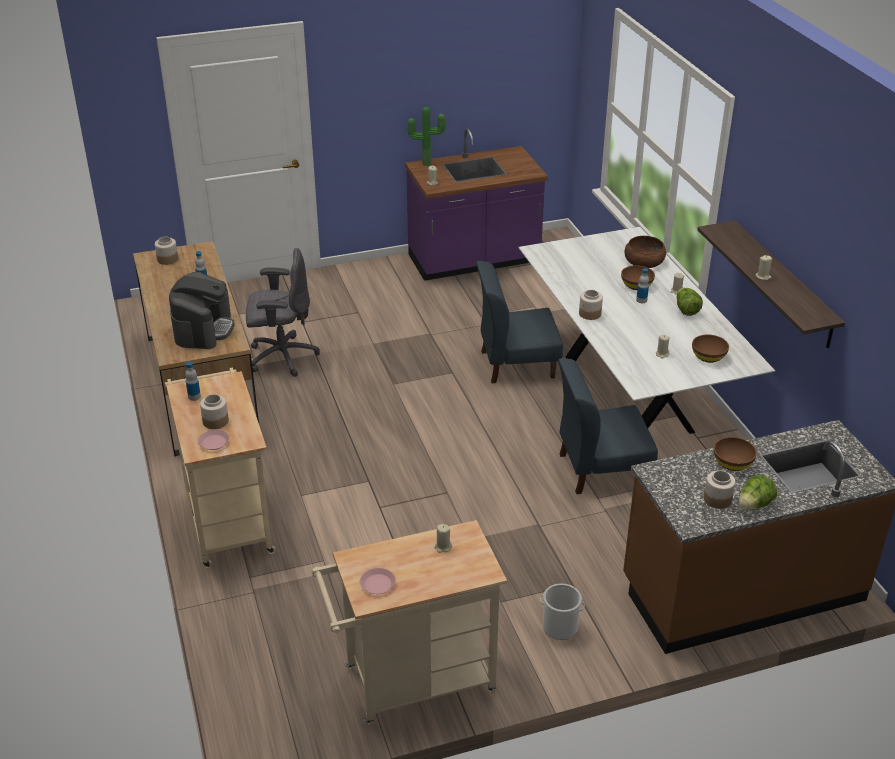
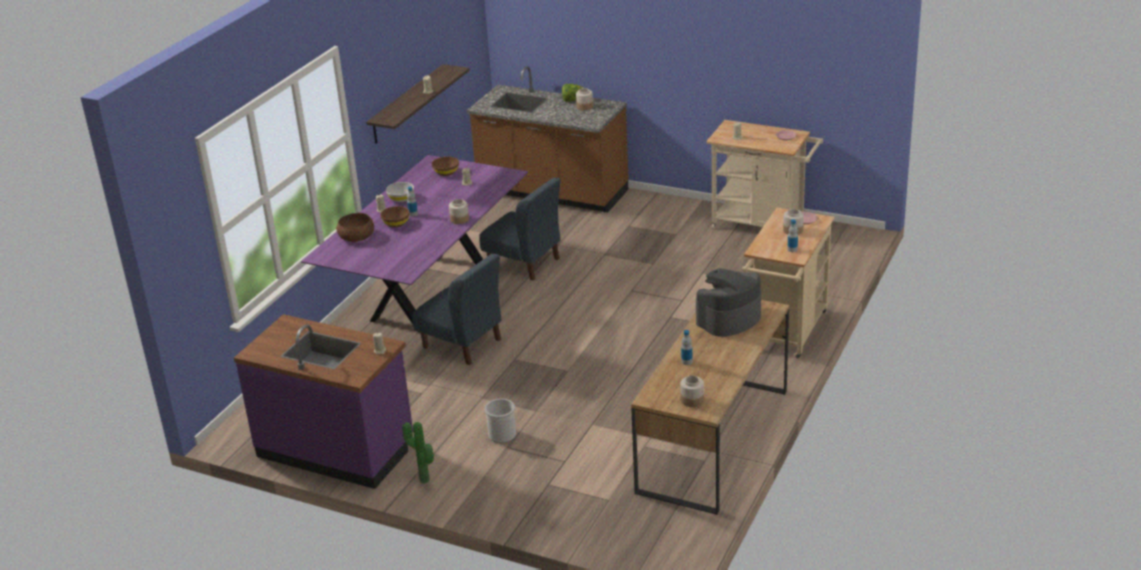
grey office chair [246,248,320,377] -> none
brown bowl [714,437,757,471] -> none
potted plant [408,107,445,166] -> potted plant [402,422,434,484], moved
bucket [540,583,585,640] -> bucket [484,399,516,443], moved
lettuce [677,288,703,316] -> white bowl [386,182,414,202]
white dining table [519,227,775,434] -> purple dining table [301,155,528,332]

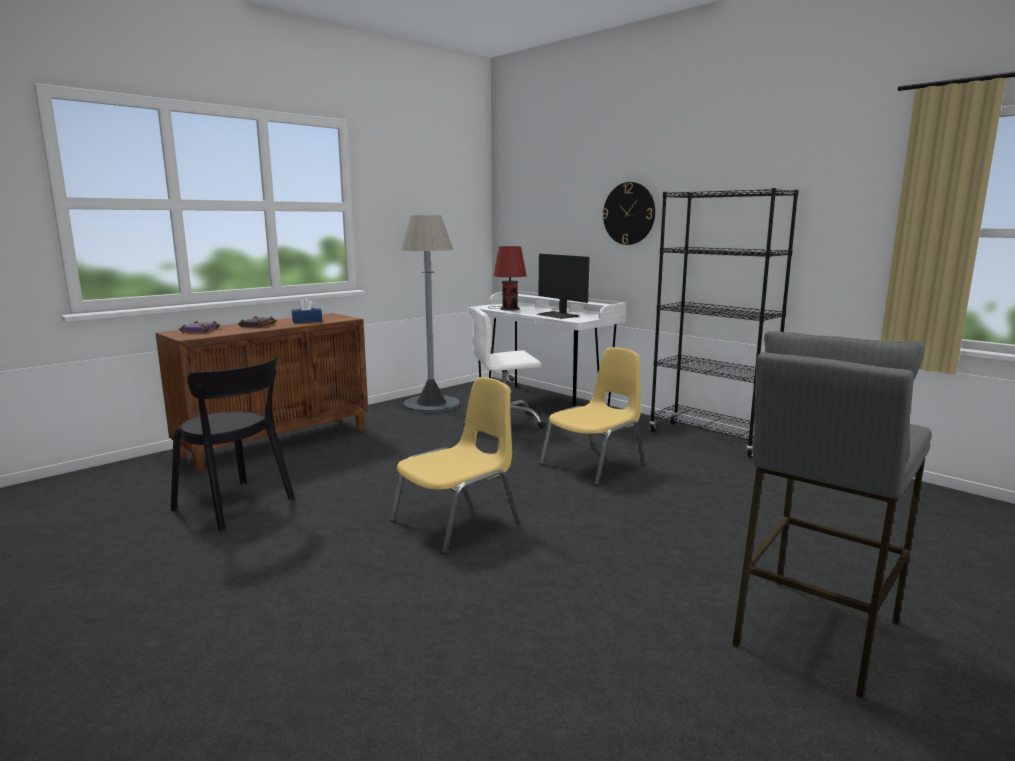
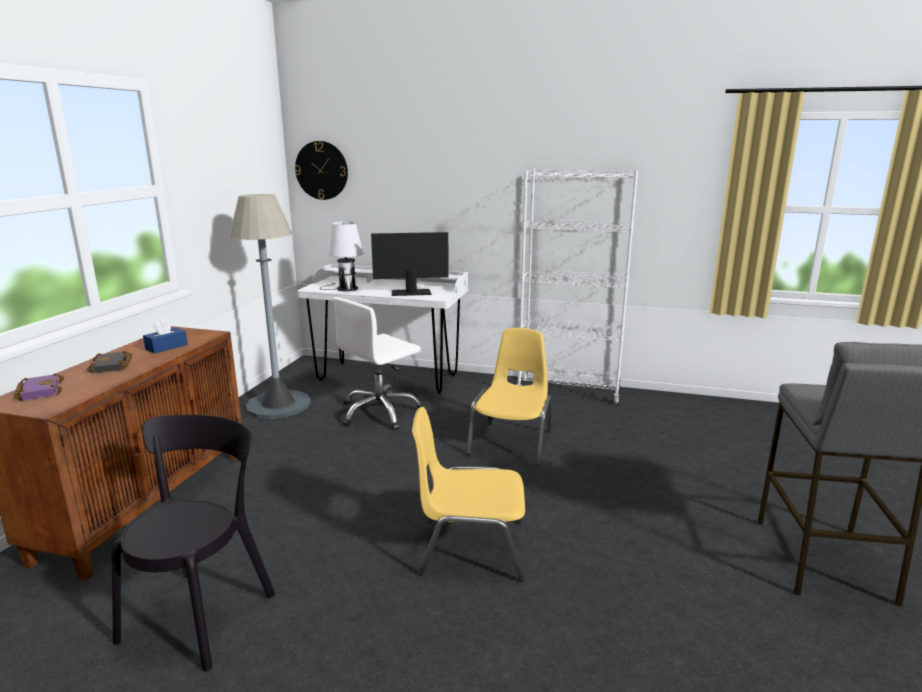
wall clock [602,182,655,245] -> wall clock [295,141,348,200], moved
red table lamp [488,246,527,311] -> white table lamp [320,221,364,291]
black bookcase [649,188,799,458] -> white bookcase [517,169,638,404]
black chair [171,355,295,531] -> black chair [111,415,275,671], 75 degrees counterclockwise
yellow chair [390,377,519,554] -> yellow chair [412,407,525,582], 105 degrees counterclockwise
monitor [536,254,590,319] -> monitor [371,232,449,296], 150 degrees clockwise

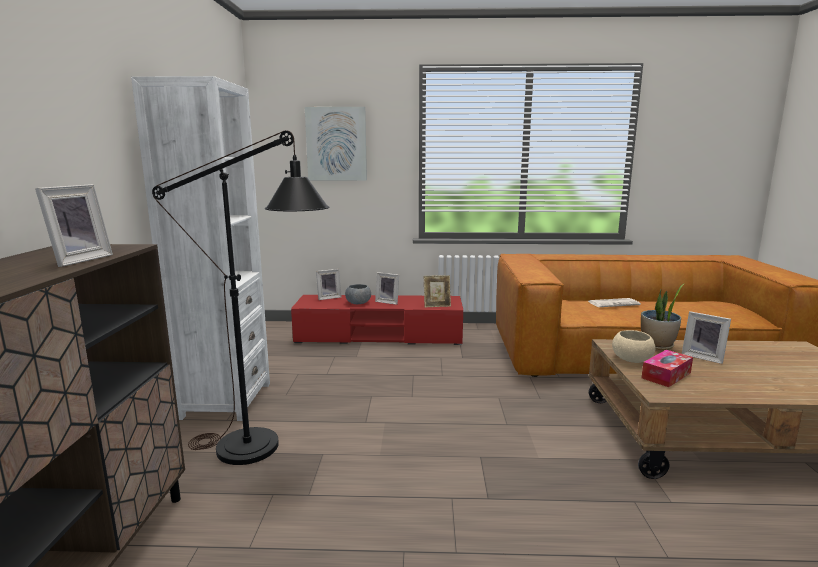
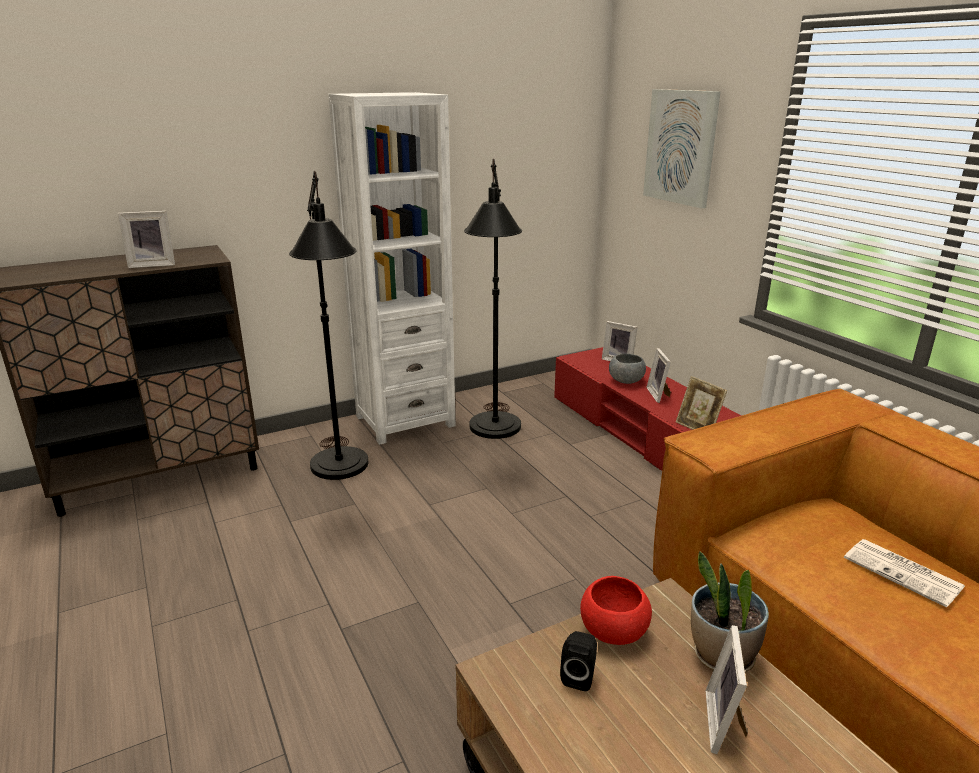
none -> black floor lamp [464,158,522,439]
tissue box [642,350,693,387] -> black speaker [560,631,597,691]
beige bowl [612,330,655,363] -> red bowl [580,576,652,645]

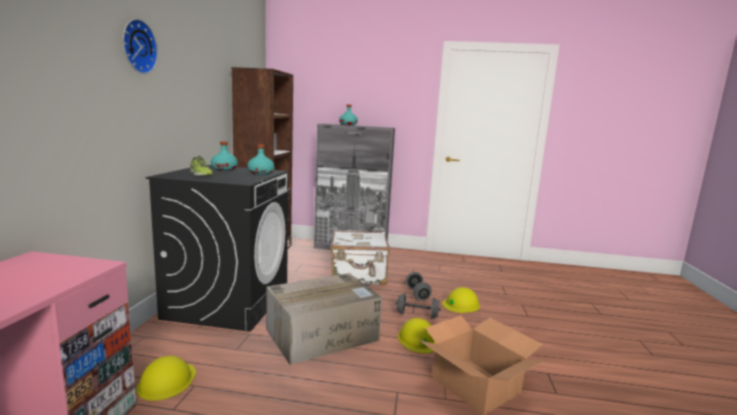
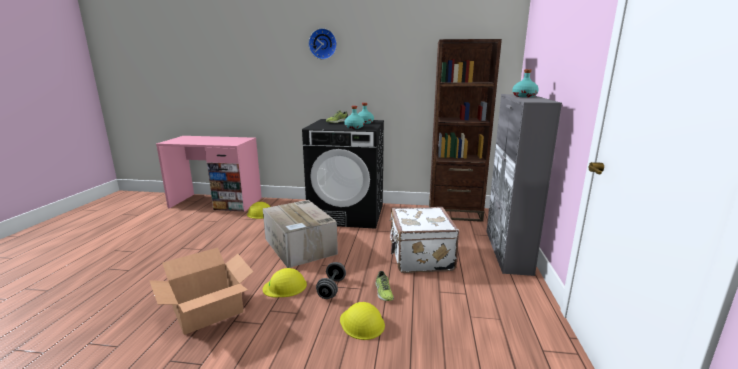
grey dumbbell [406,272,432,301] -> shoe [375,271,394,301]

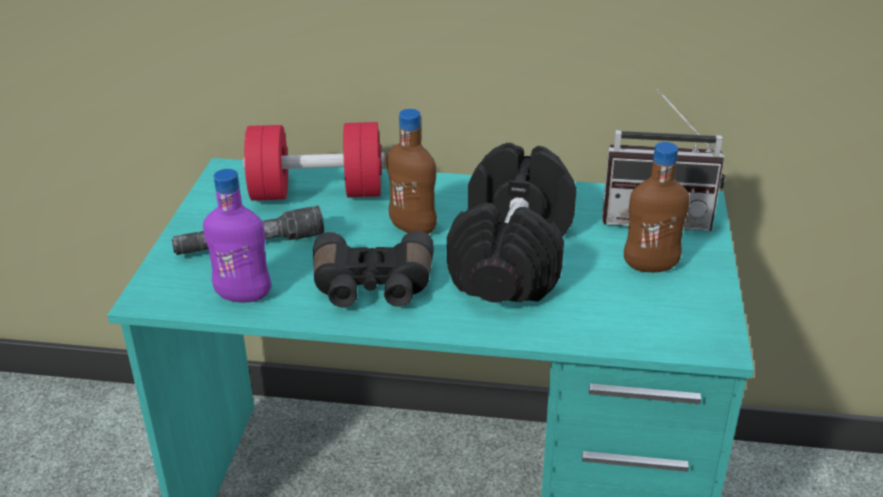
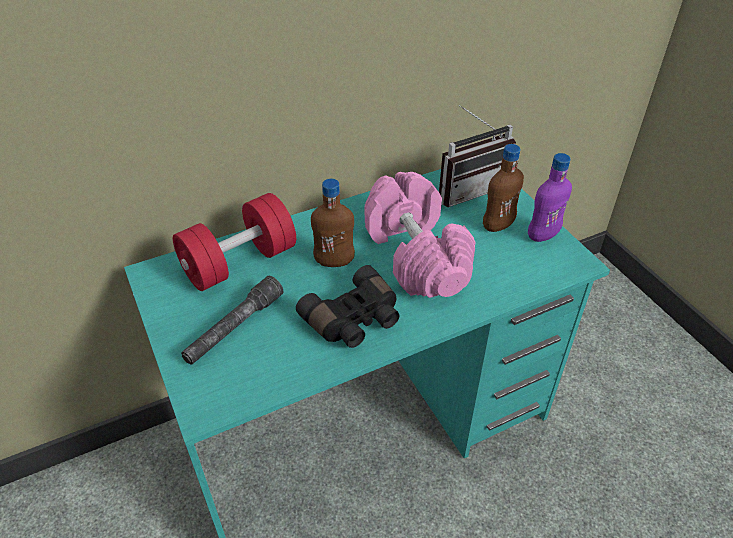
purple bottle [203,169,271,302] -> purple bottle [528,153,572,242], moved
black dumbbell [447,143,577,302] -> pink dumbbell [365,172,475,298]

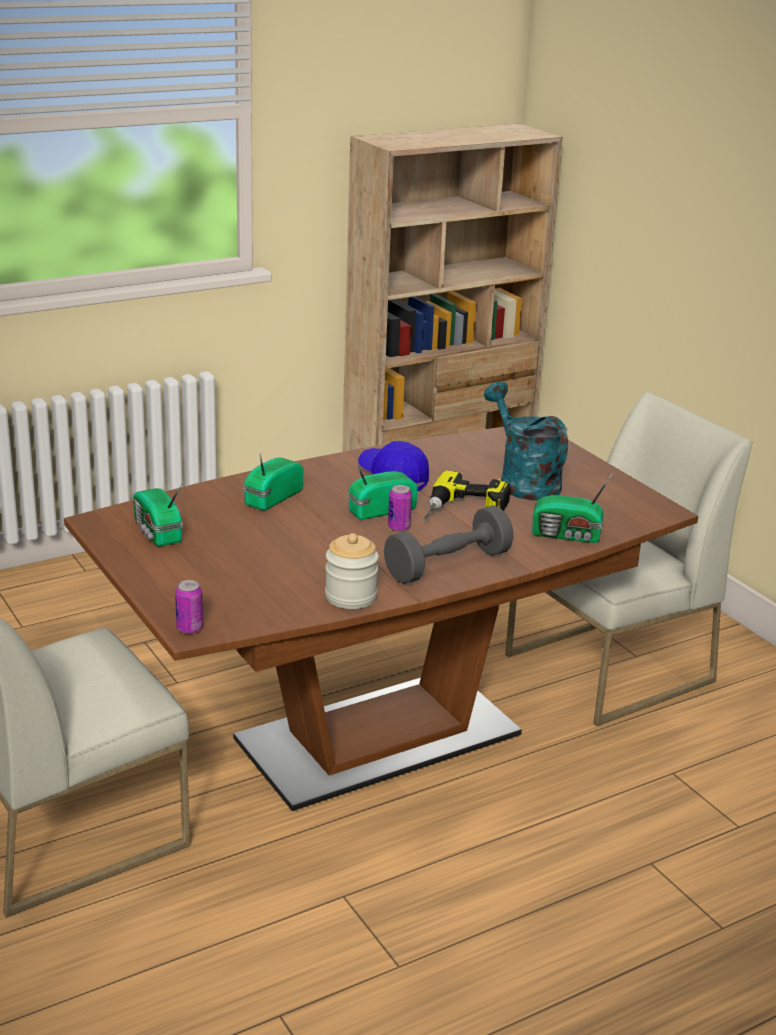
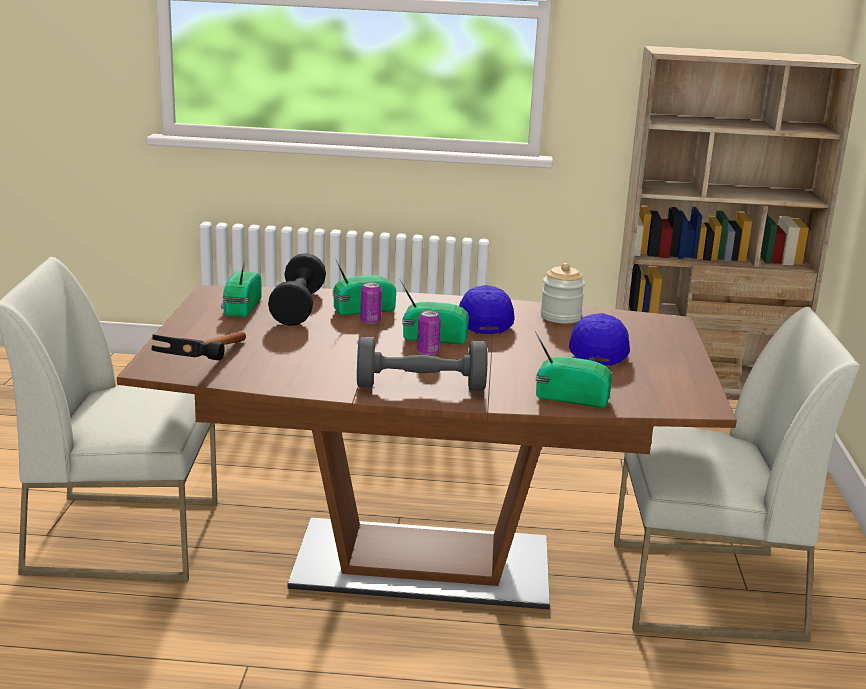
power drill [424,470,510,520] -> none
none -> hammer [152,331,246,360]
none -> black dumbbell [268,253,326,326]
can [175,580,203,634] -> can [360,282,382,324], moved
jar [325,533,379,609] -> jar [541,263,585,324], moved
turquoise watering can [484,382,568,501] -> blue cap [569,313,630,366]
radio [532,473,613,543] -> radio [535,331,612,408], 150 degrees clockwise

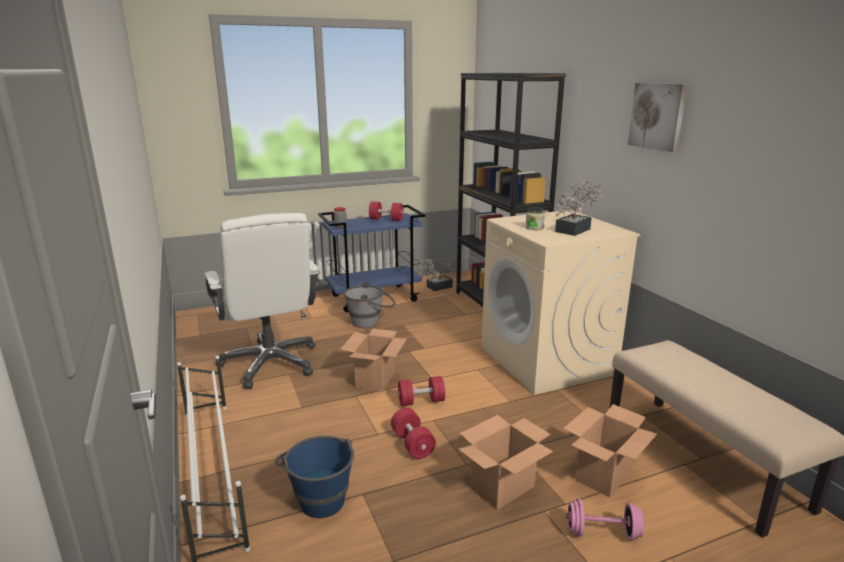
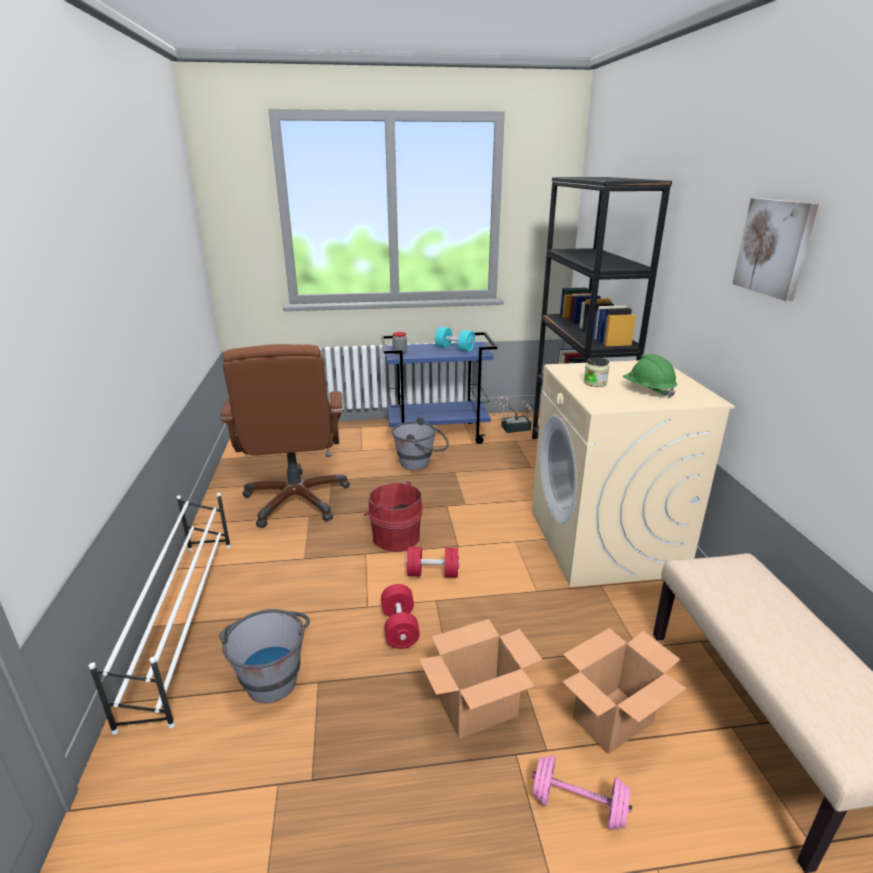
cardboard box [340,329,407,392] -> red bucket [364,481,423,552]
potted plant [555,181,602,236] -> green hard hat [623,354,677,398]
white office chair [204,213,320,389] -> brown office chair [220,344,350,528]
blue bucket [275,436,354,518] -> grey bucket [219,609,310,704]
red dumbbell [369,201,403,221] -> turquoise dumbbell [435,327,475,352]

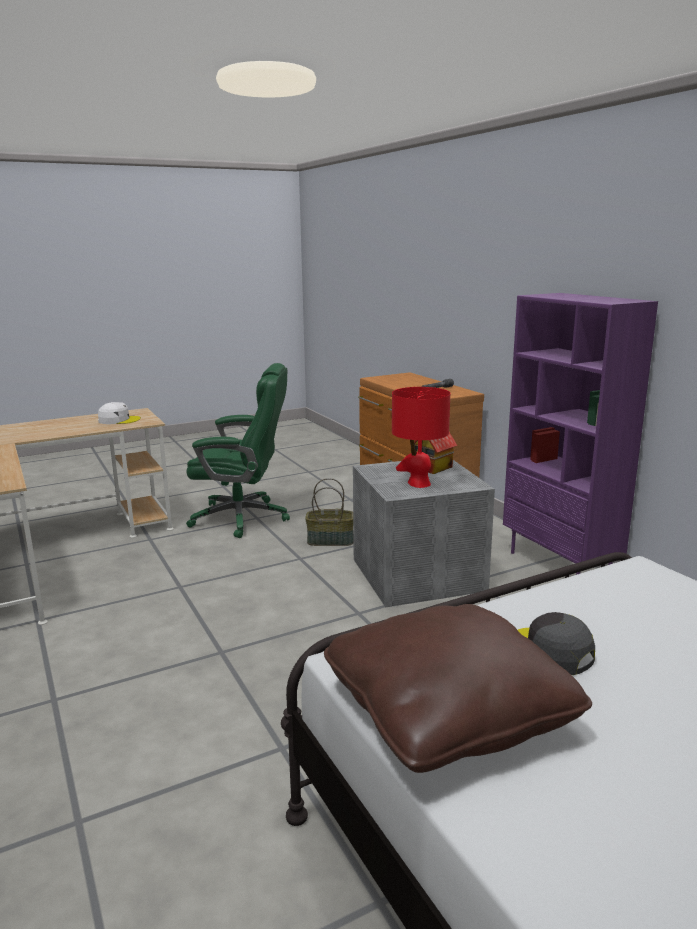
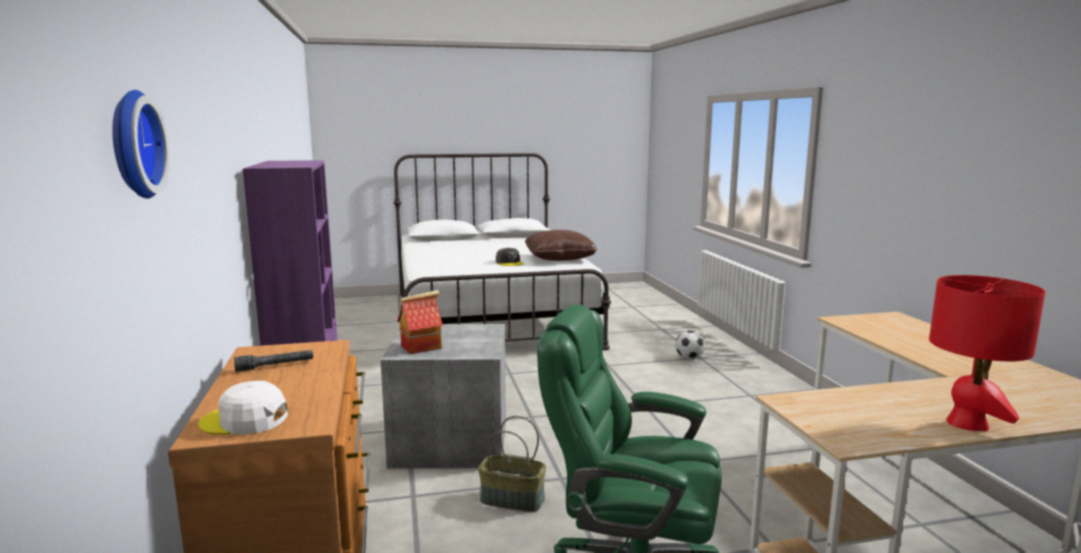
none -> wall clock [112,90,169,199]
none -> football [675,330,705,359]
white cap [98,402,141,424] -> white cap [198,381,288,434], moved
red table lamp [392,387,450,488] -> red table lamp [929,275,1045,431], moved

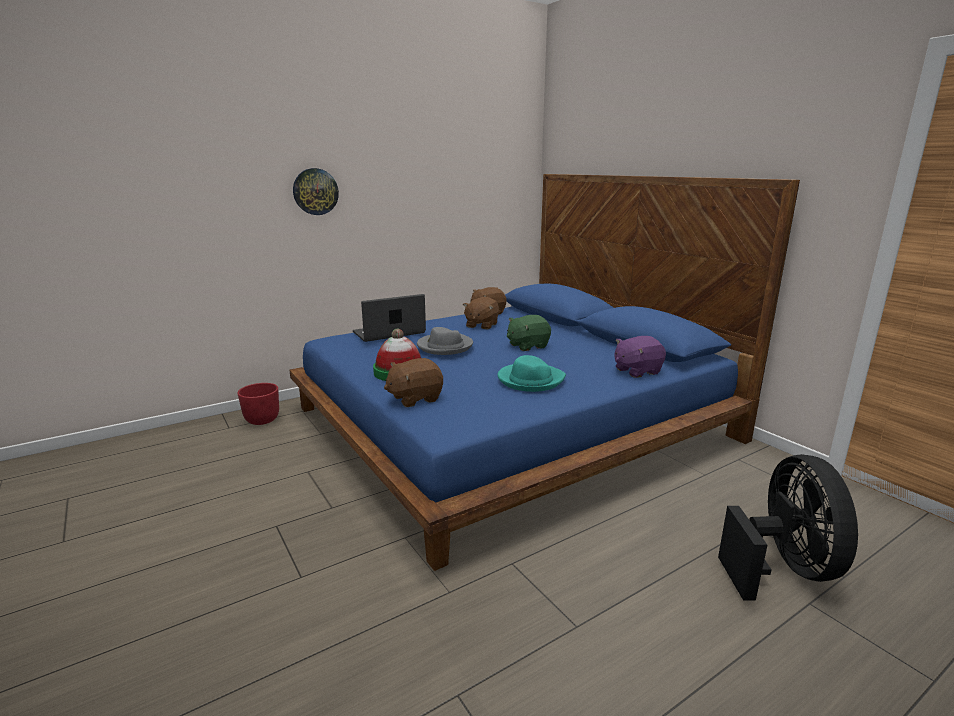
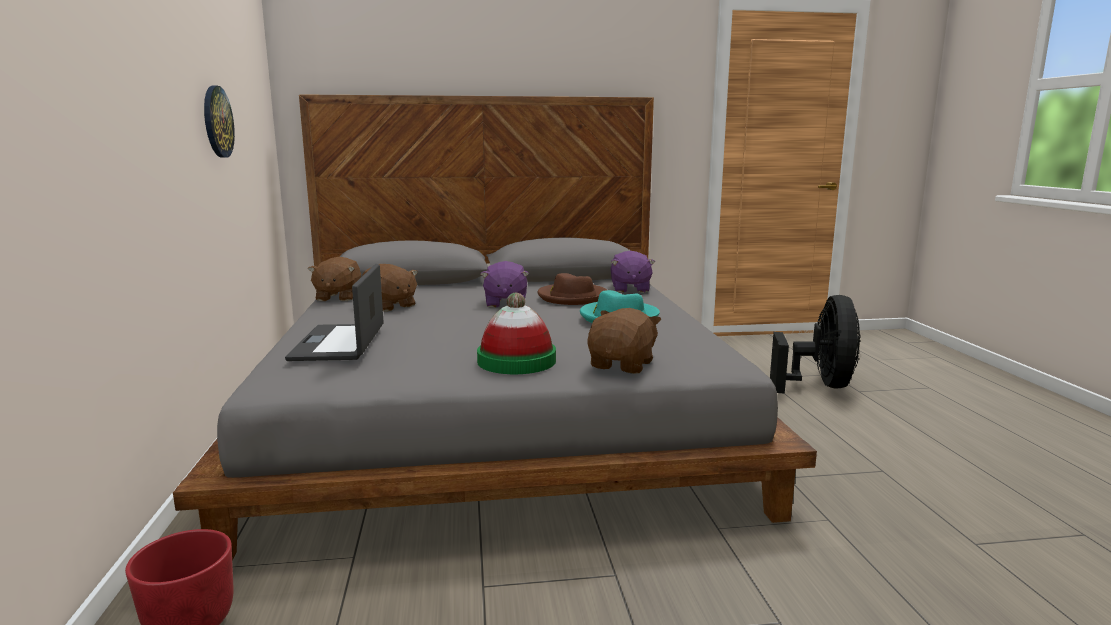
grey hat [417,327,473,355] -> none
none -> brown hat [538,273,607,305]
wall clock [293,168,339,215] -> wall clock [204,86,235,158], moved
blue bed [289,174,800,571] -> grey bed [173,94,817,560]
green plush toy [507,315,551,351] -> purple plush toy [480,261,529,307]
brown plush toy [384,358,443,407] -> brown plush toy [587,308,661,374], 150 degrees counterclockwise
black fan [718,454,858,601] -> black fan [770,295,861,394], 75 degrees clockwise

